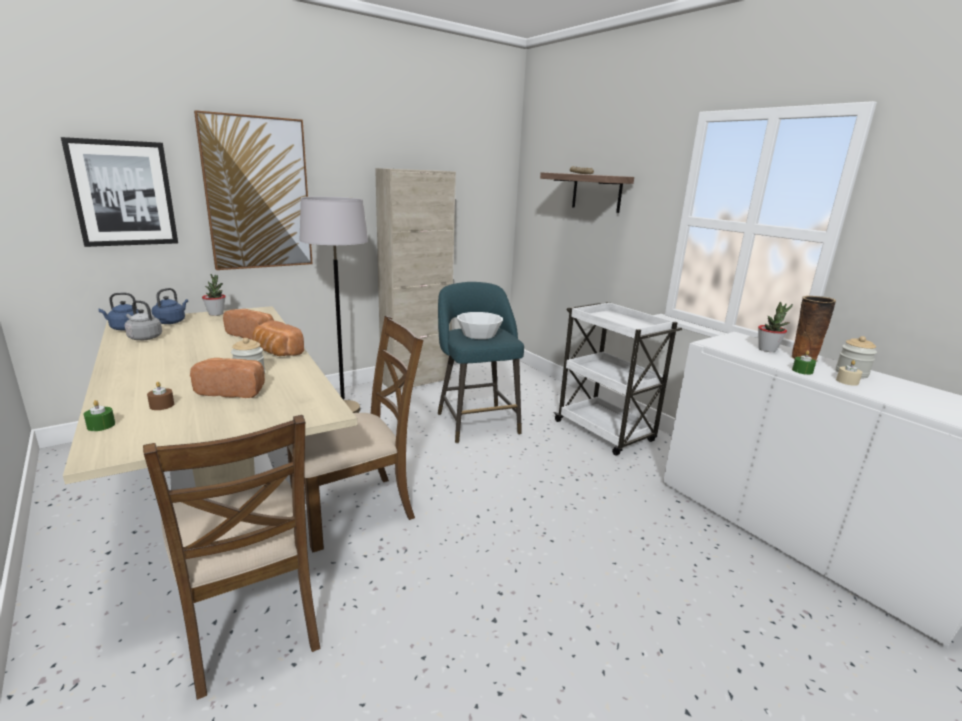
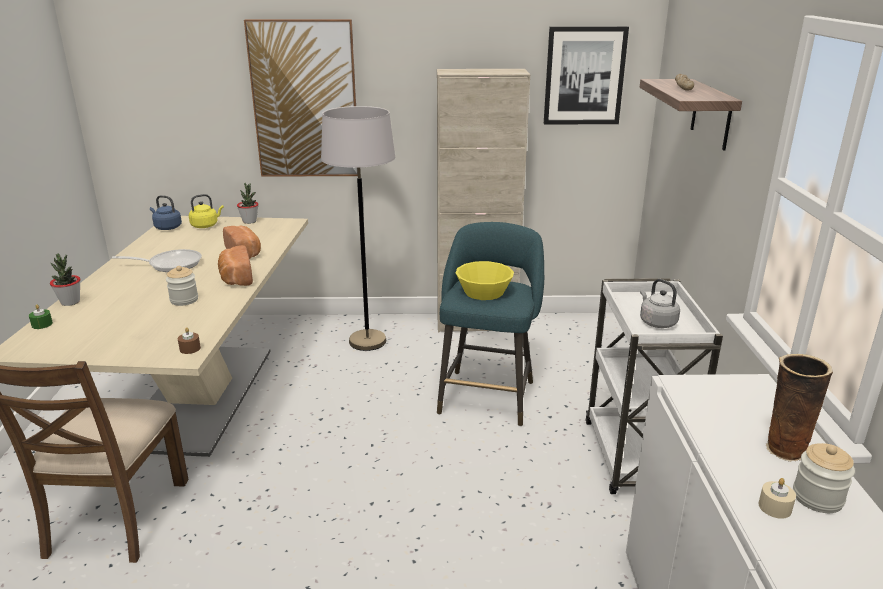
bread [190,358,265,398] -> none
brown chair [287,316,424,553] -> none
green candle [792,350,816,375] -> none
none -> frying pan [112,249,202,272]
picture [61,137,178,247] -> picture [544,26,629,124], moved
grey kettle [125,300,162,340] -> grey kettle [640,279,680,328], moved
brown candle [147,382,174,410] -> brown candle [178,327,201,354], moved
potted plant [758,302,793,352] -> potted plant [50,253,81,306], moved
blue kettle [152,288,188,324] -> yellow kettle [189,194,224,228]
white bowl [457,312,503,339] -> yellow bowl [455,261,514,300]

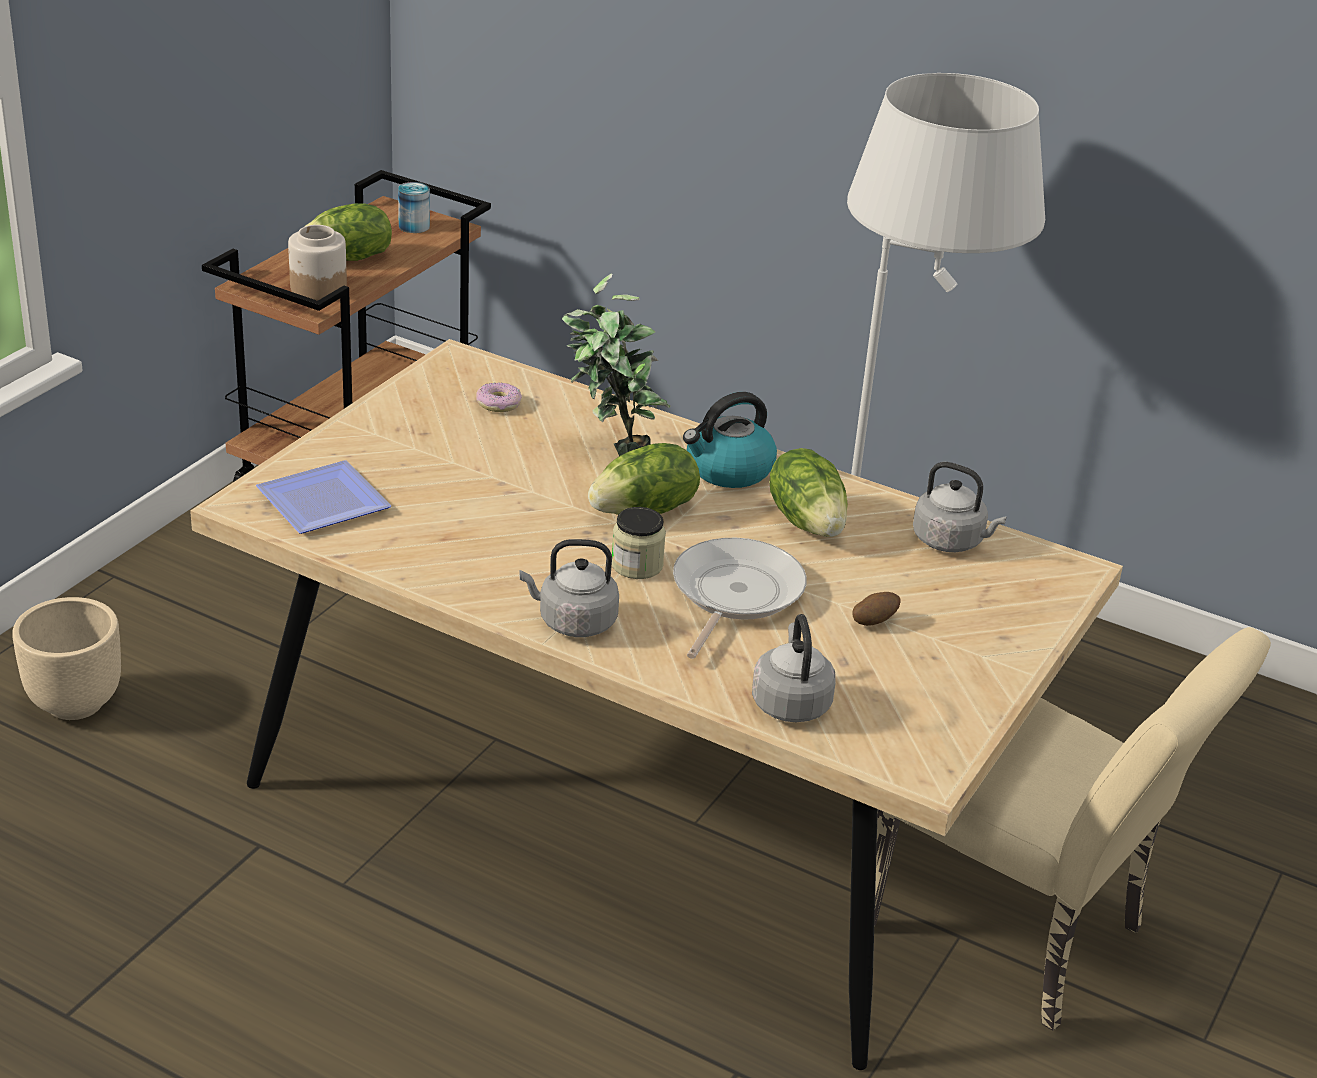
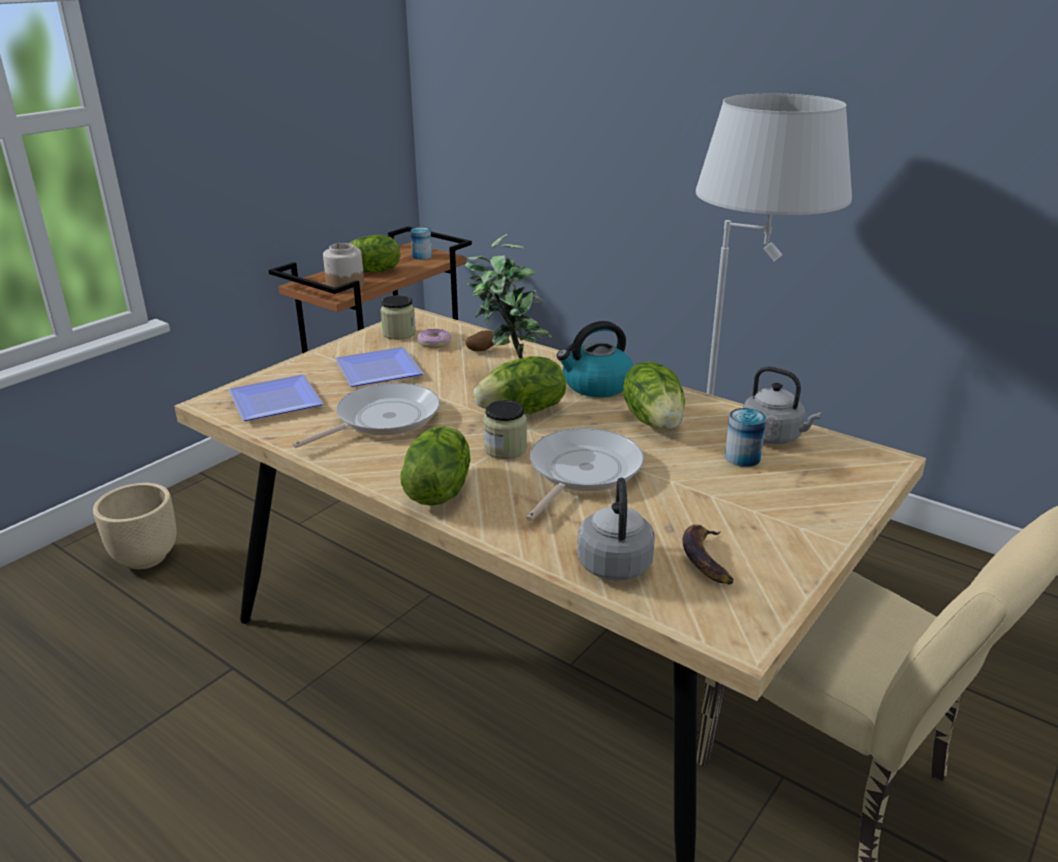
none -> frying pan [292,383,440,448]
none -> plate [335,347,424,387]
none -> jar [380,295,416,339]
none -> banana [683,524,733,584]
none -> can [725,408,766,467]
potato [852,592,901,626] -> potato [465,331,495,351], moved
grey kettle [519,539,619,637] -> lettuce [400,426,470,506]

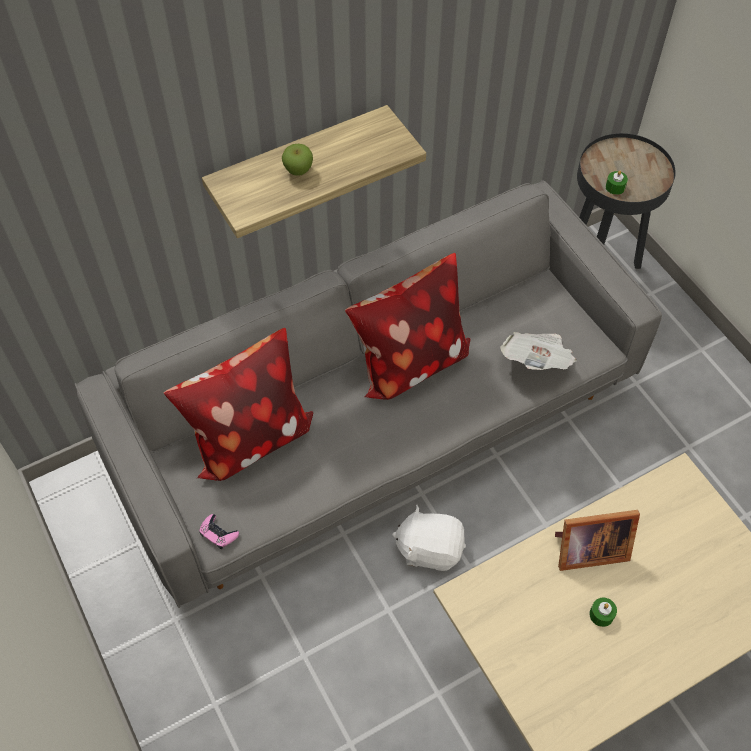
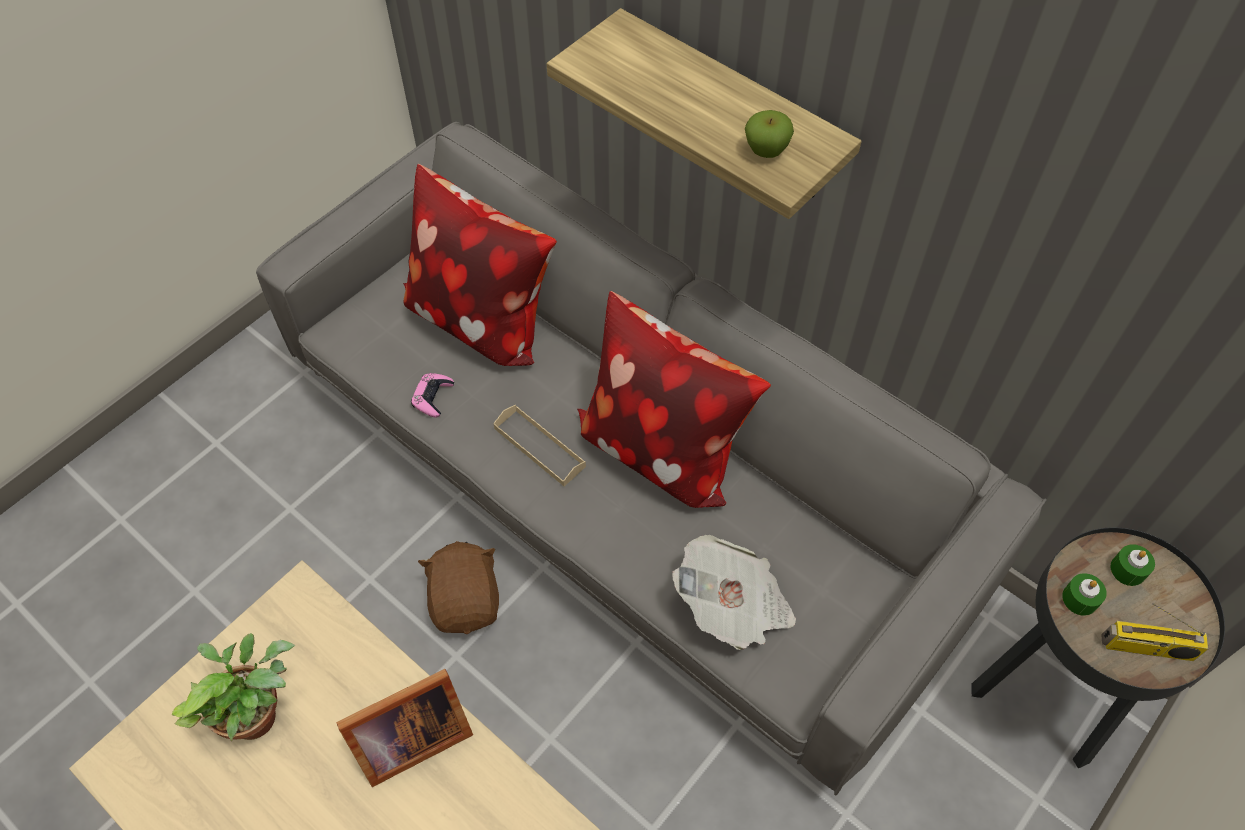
none -> potted plant [172,633,295,742]
none -> beige tray [493,405,586,486]
none -> radio [1101,603,1209,661]
pink game controller [199,514,239,549] -> pink game controller [411,373,454,418], moved
apple [282,144,313,176] -> apple [745,110,794,158], moved
green candle [589,598,617,627] -> green candle [1110,544,1155,586], moved
white plush toy [392,505,466,571] -> brown plush toy [418,541,499,634]
picture frame [555,510,640,571] -> picture frame [337,669,473,787], 90 degrees counterclockwise

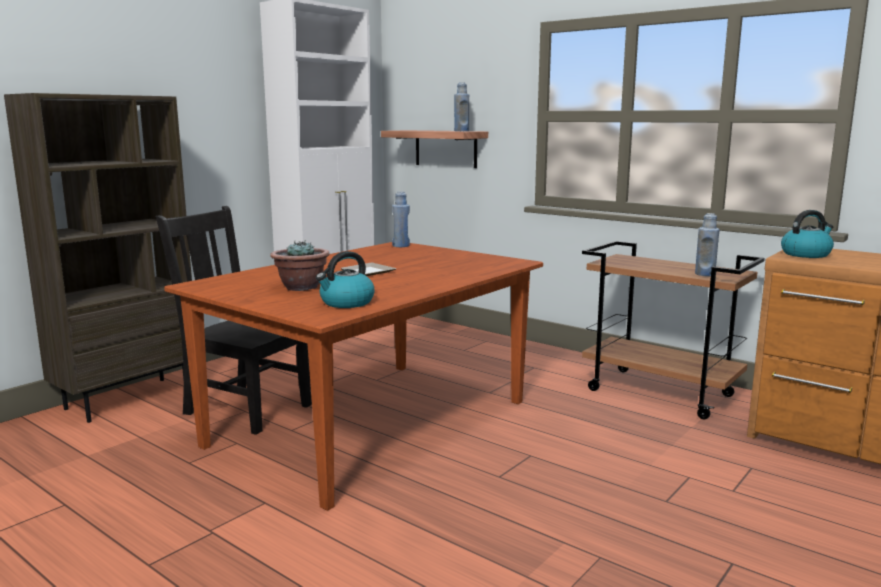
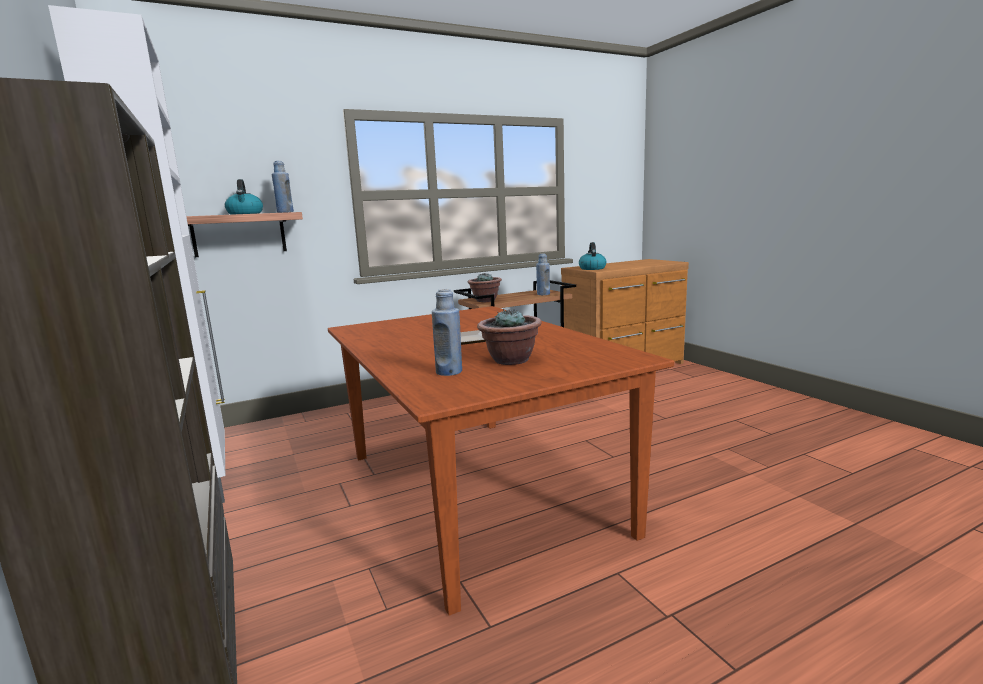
black chair [156,206,312,435] -> none
none -> potted plant [467,273,502,302]
kettle [316,251,375,308] -> kettle [225,179,263,215], moved
blue bottle [392,192,410,247] -> blue bottle [432,289,462,376], moved

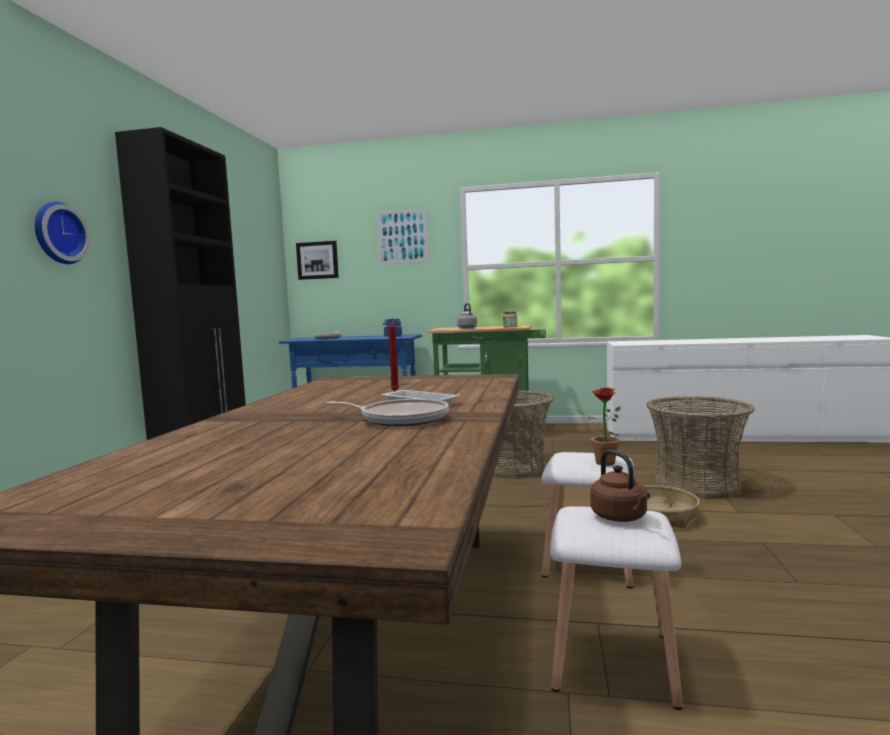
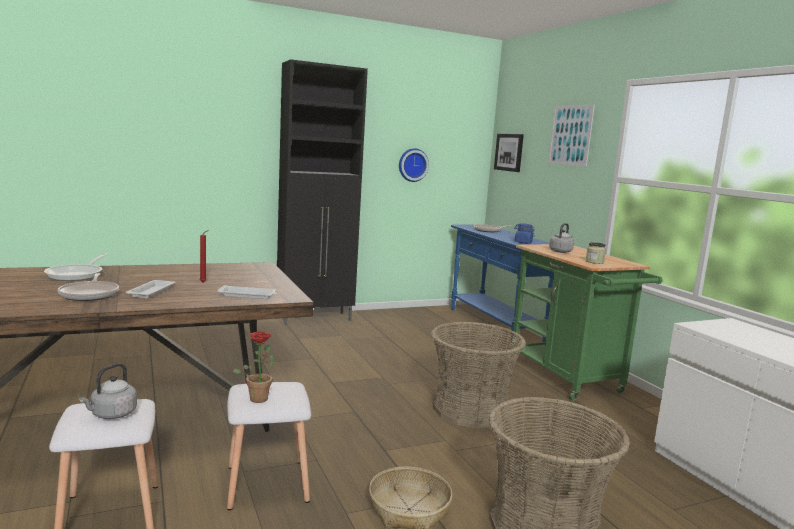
none -> frying pan [44,253,108,281]
none -> white tray [217,285,277,299]
wall clock [35,202,90,264] -> wall clock [399,148,429,182], moved
brown kettle [590,450,650,522] -> grey kettle [79,363,137,419]

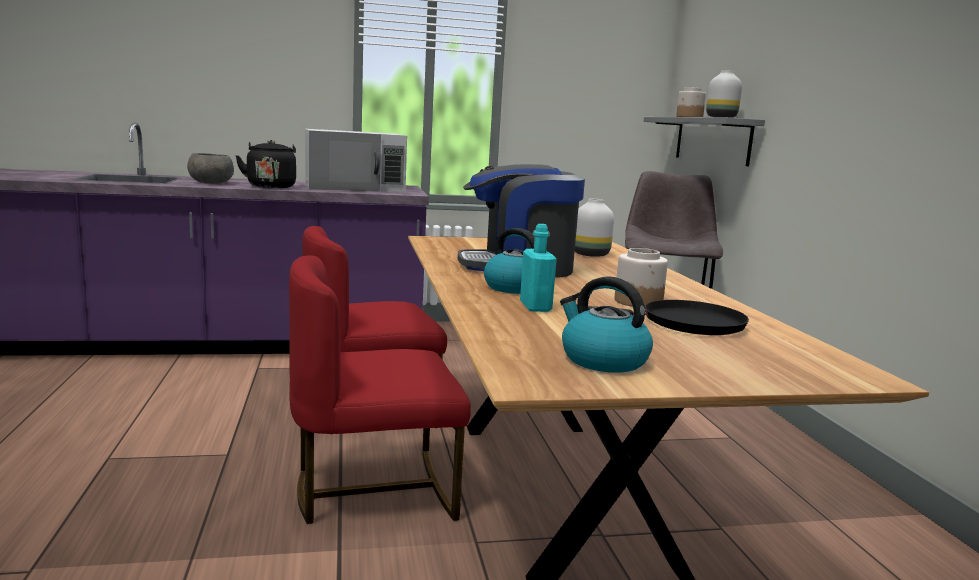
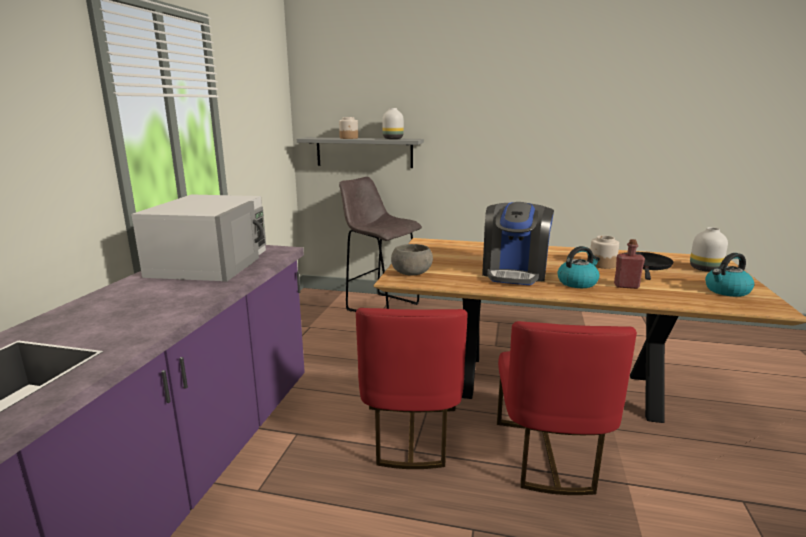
black kettle [235,140,296,188] -> none
grey bowl [187,153,234,184] -> grey bowl [391,244,433,276], moved
white vase [575,199,614,257] -> white vase [690,227,728,272], moved
turquoise bottle [520,224,557,312] -> red bottle [614,239,645,289]

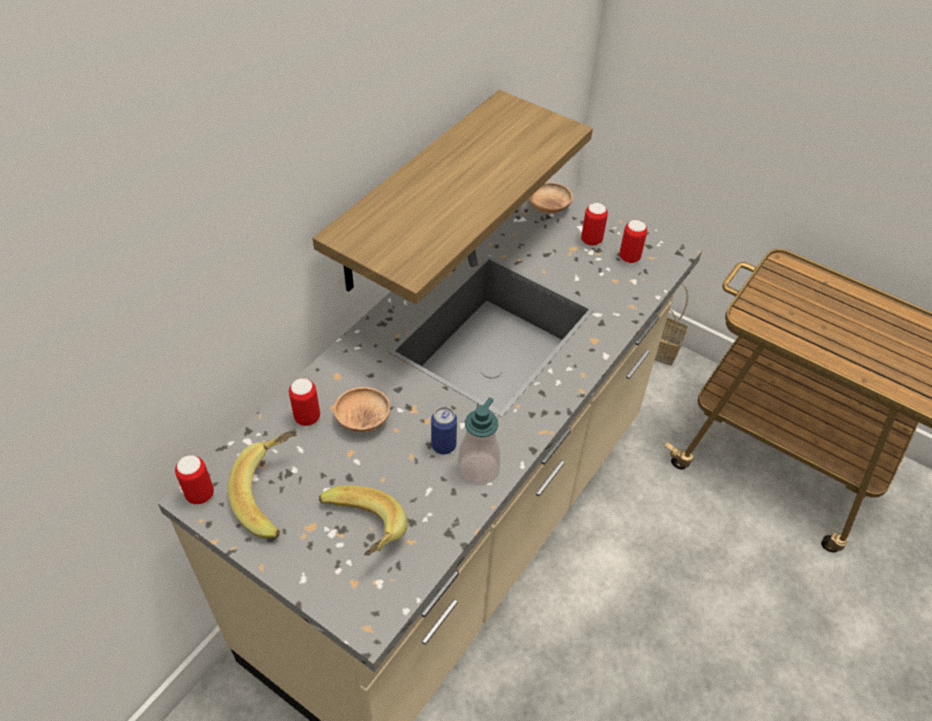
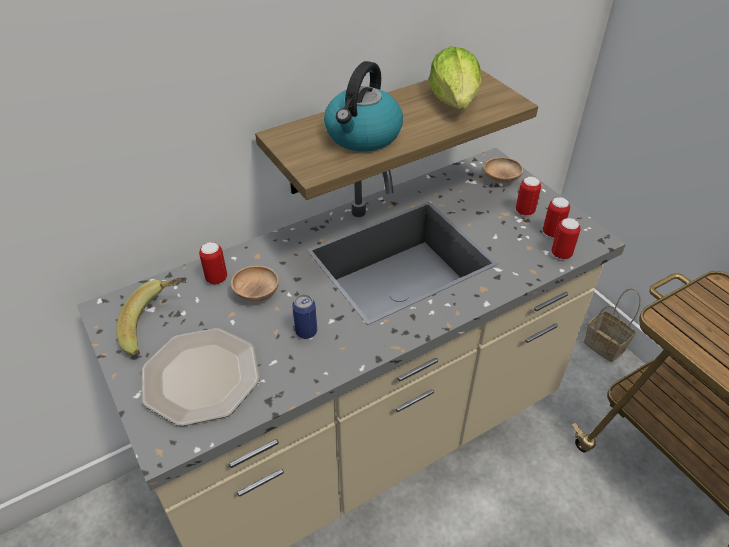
soap dispenser [458,397,500,485] -> none
none -> kettle [324,61,403,152]
none -> lettuce [429,46,481,109]
can [175,455,214,505] -> can [551,218,580,259], moved
banana [319,486,408,556] -> plate [142,328,260,426]

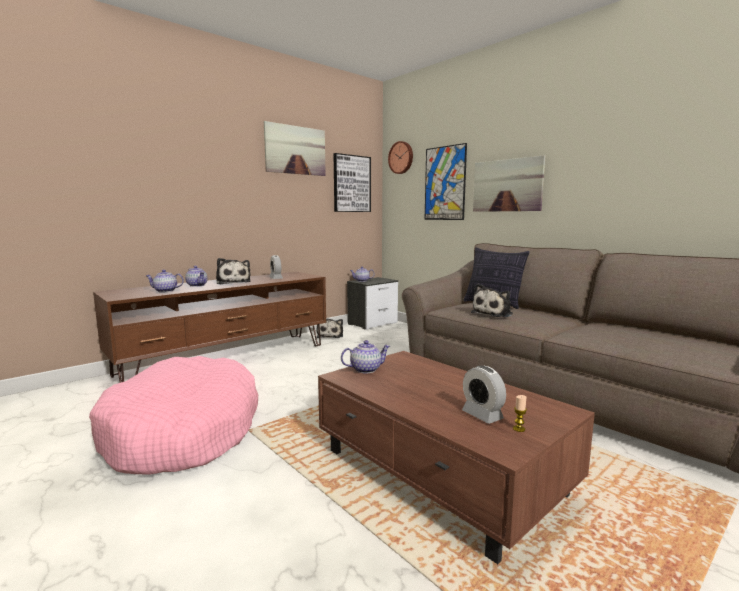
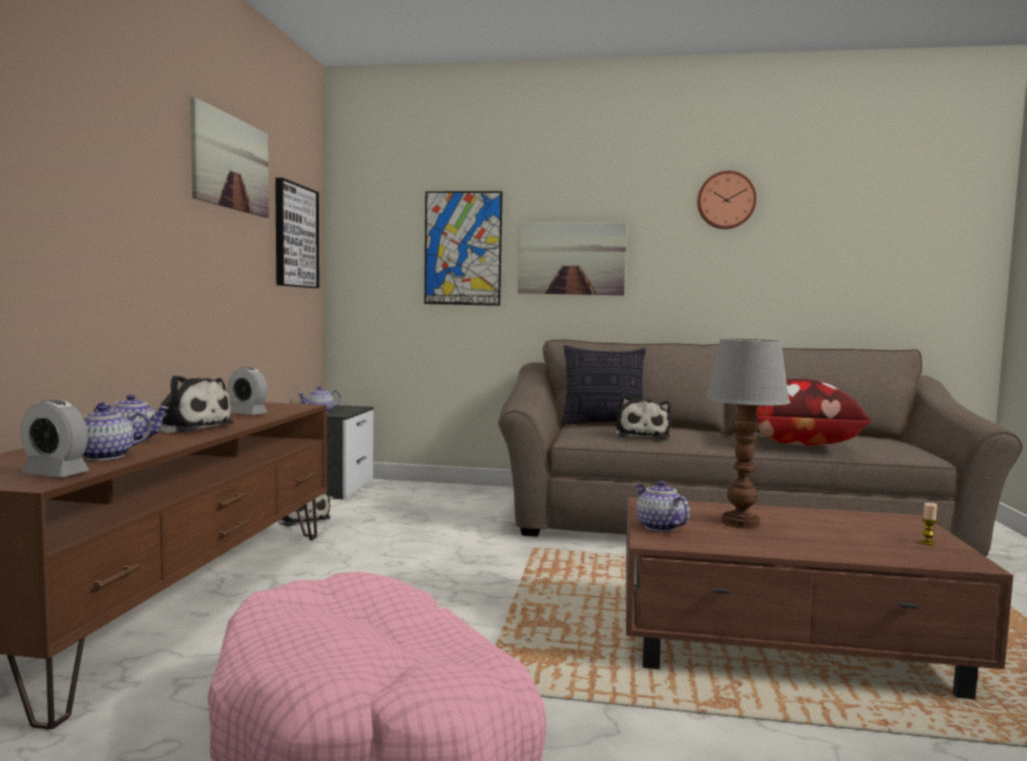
none -> table lamp [705,339,790,528]
none -> pillow [756,379,872,446]
wall clock [388,141,413,174] -> wall clock [697,171,757,229], moved
alarm clock [462,365,506,424] -> alarm clock [20,400,89,477], moved
teapot [341,340,390,373] -> teapot [636,481,690,532], 60 degrees counterclockwise

